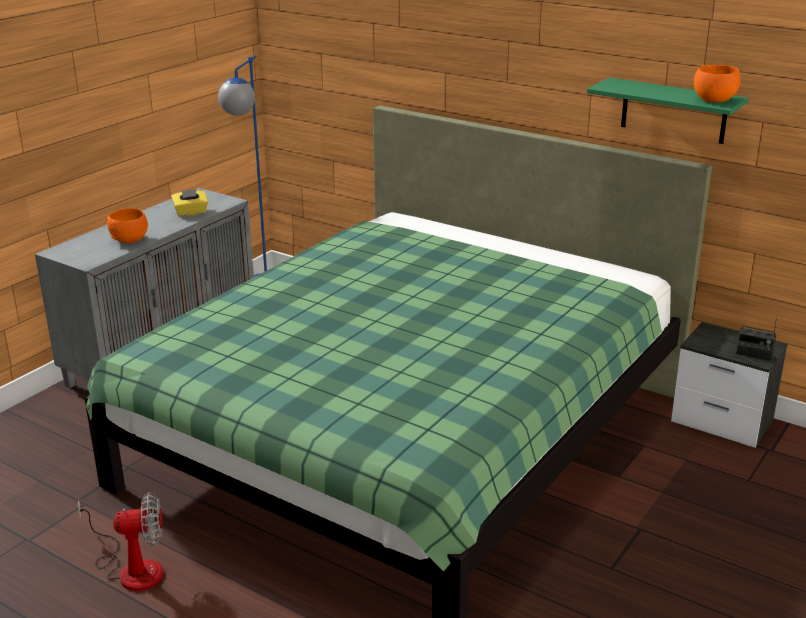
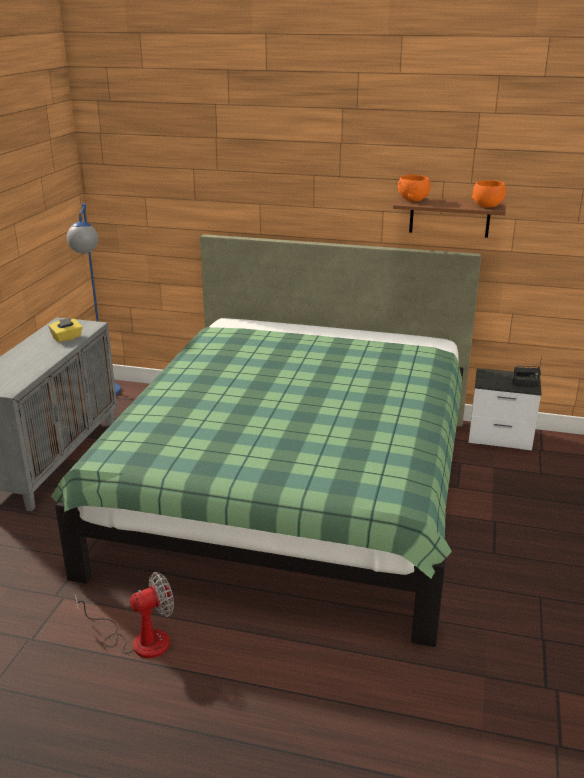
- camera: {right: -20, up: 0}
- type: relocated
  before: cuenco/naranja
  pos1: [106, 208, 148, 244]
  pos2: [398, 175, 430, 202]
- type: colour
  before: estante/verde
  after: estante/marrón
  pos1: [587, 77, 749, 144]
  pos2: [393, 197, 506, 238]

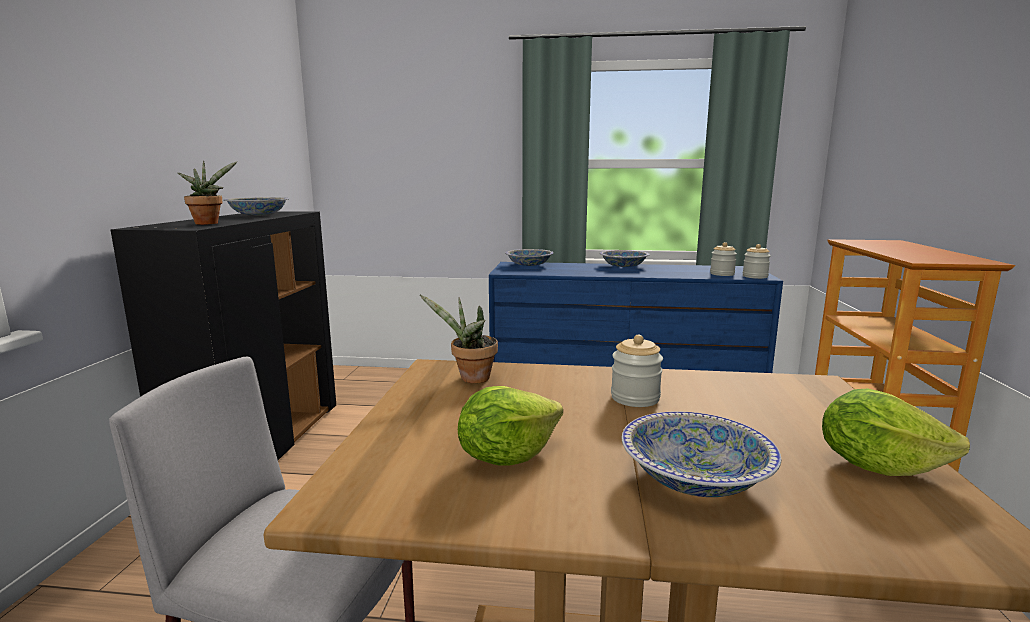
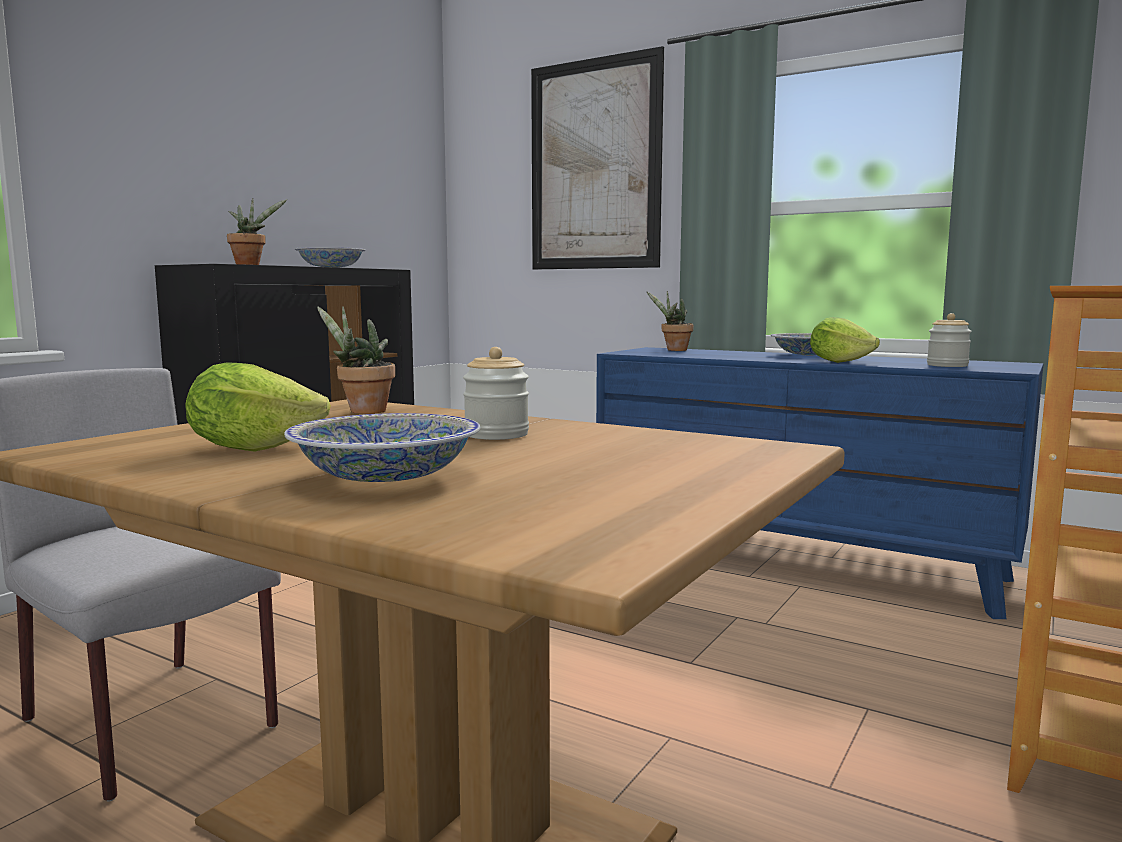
- camera: {right: 25, up: -5}
- type: missing
  before: tarro
  pos1: [743, 244, 771, 279]
- type: appeared
  after: cuadro
  pos2: [531, 46, 664, 270]
- type: relocated
  before: lechuga
  pos1: [822, 389, 970, 476]
  pos2: [810, 317, 880, 363]
- type: exchanged
  before: cuenco
  after: planta en maceta
  pos1: [505, 249, 553, 266]
  pos2: [647, 291, 694, 351]

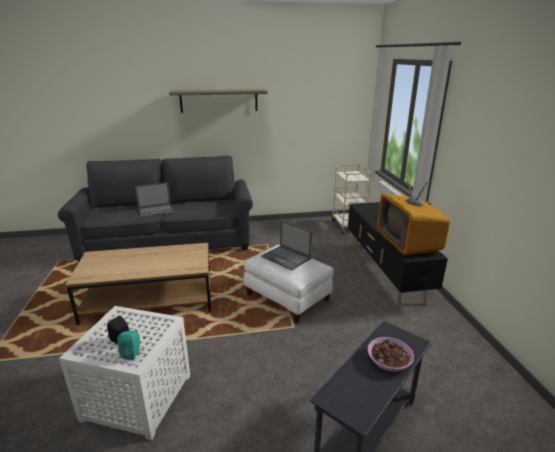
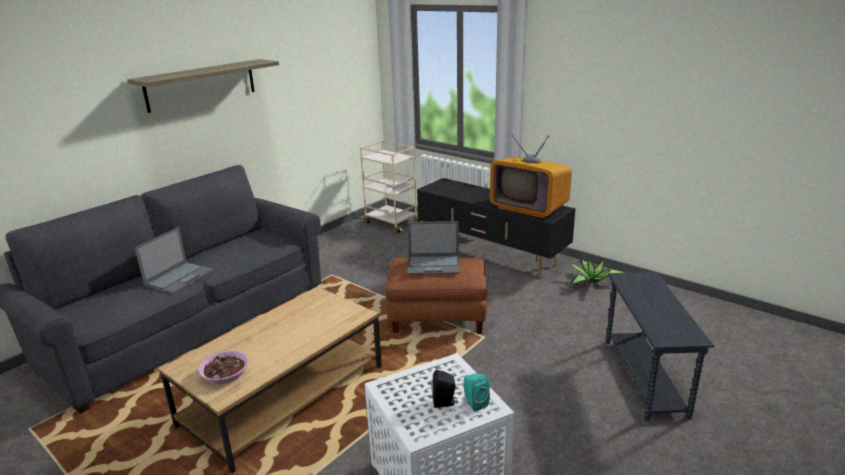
- camera: {right: -40, up: 0}
- type: appeared
  after: planta en maceta
  pos2: [570, 260, 625, 285]
- type: relocated
  before: cuenco
  pos1: [367, 337, 414, 372]
  pos2: [198, 351, 248, 384]
- type: colour
  before: puf/blanco
  after: puf/marrón
  pos1: [244, 245, 334, 324]
  pos2: [385, 258, 487, 334]

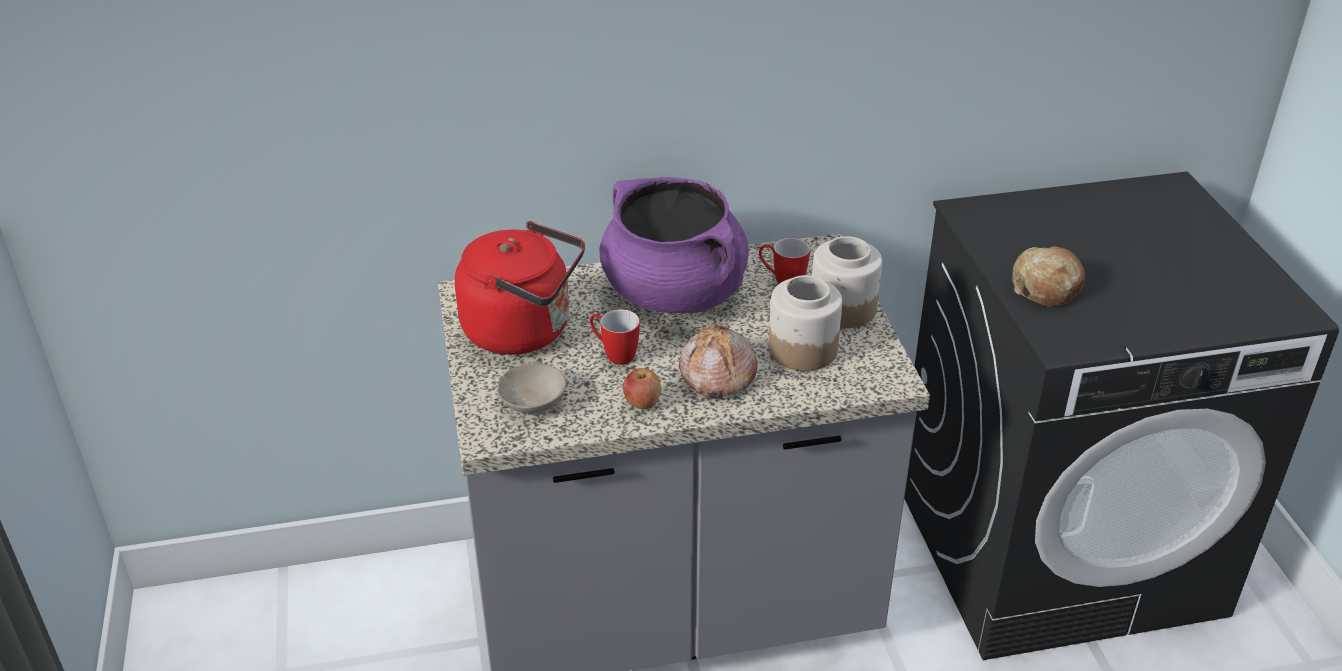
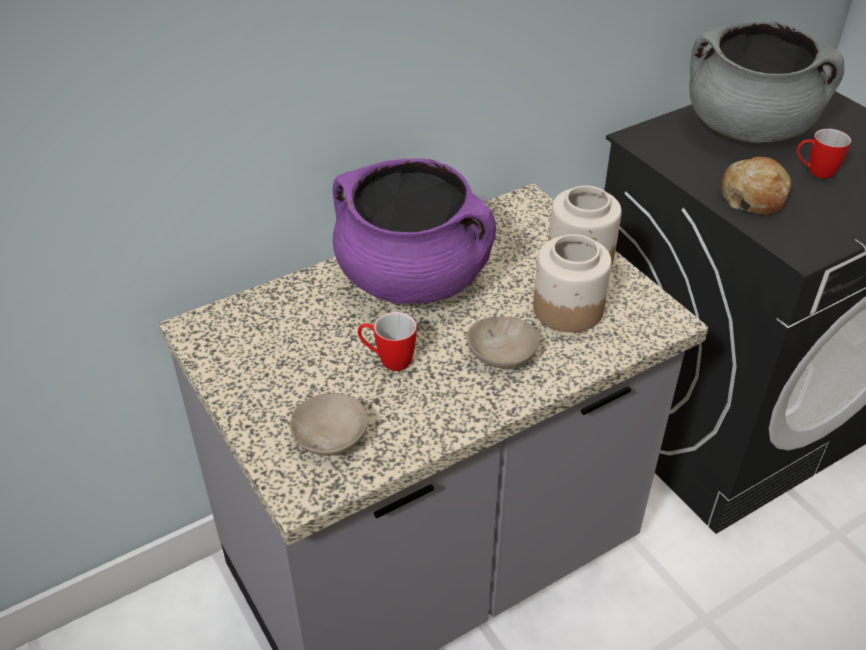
- camera: {right: -20, up: 5}
- type: missing
  before: hervidor/rojo
  pos1: [455, 221, 585, 355]
- type: missing
  before: manzana
  pos1: [623, 368, 661, 409]
- type: appeared
  after: olla/gris
  pos2: [689, 21, 844, 143]
- type: relocated
  before: taza grande
  pos1: [759, 238, 810, 284]
  pos2: [797, 129, 851, 179]
- type: exchanged
  before: pan
  after: cuenco/beis
  pos1: [679, 324, 757, 398]
  pos2: [467, 316, 539, 368]

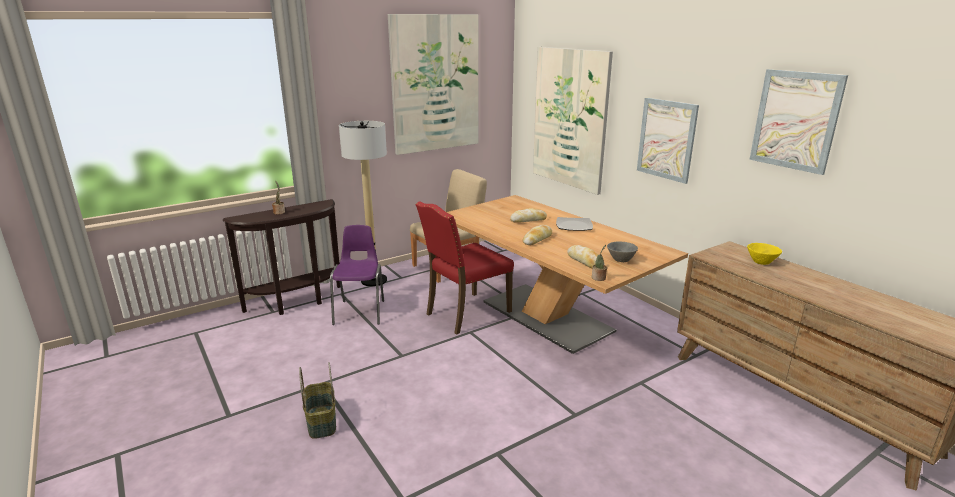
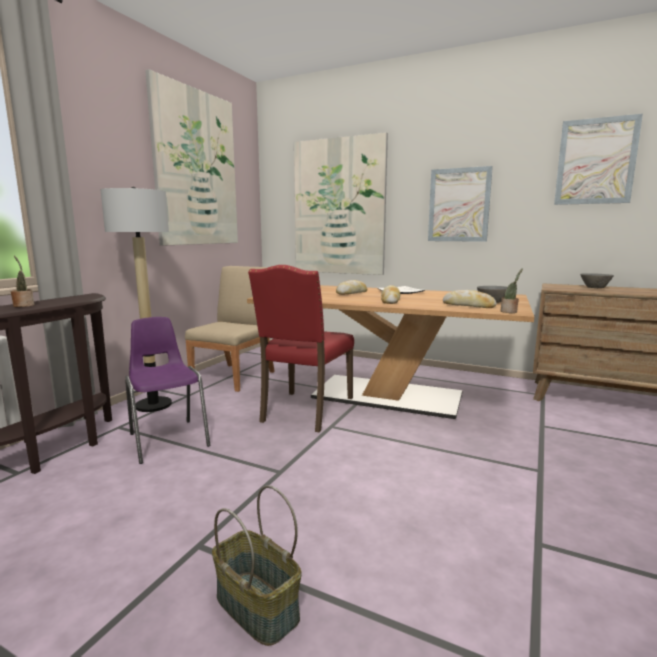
- camera: {right: -30, up: -10}
- type: colour
  before: cuenco/amarillo
  after: cuenco/gris
  pos1: [747, 243, 782, 265]
  pos2: [580, 273, 614, 288]

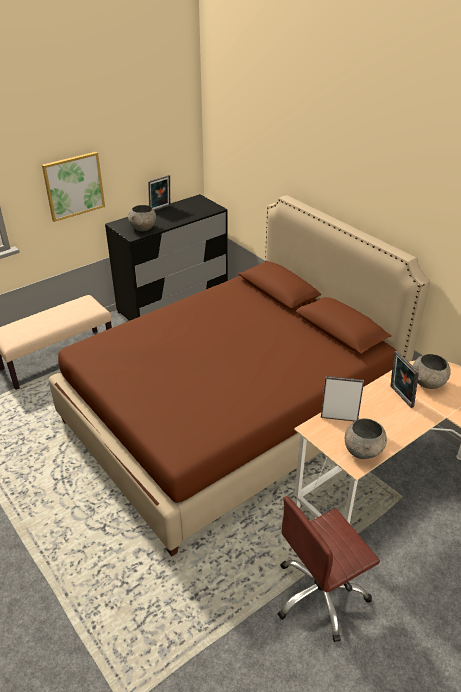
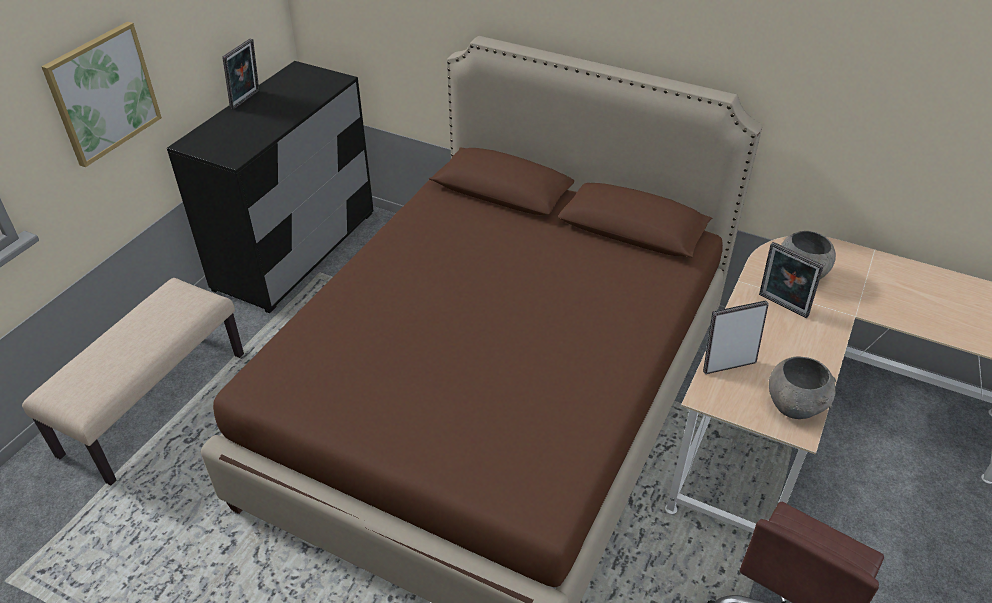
- camera: {right: -25, up: 5}
- type: missing
  before: cuenco/gris
  pos1: [128, 205, 156, 231]

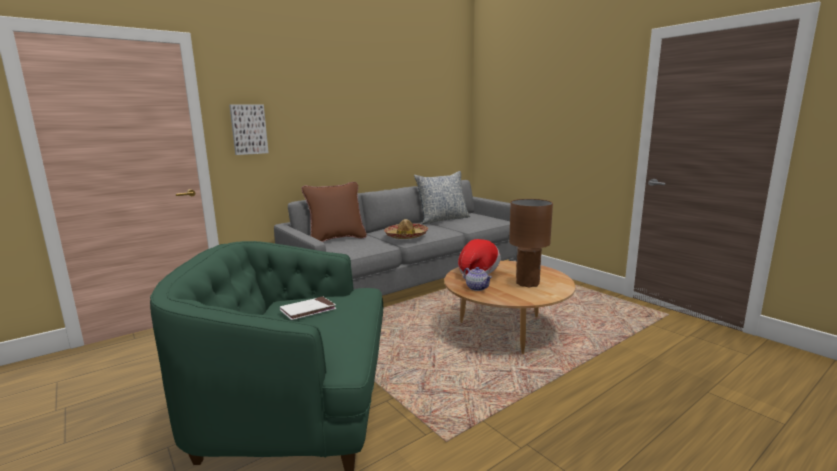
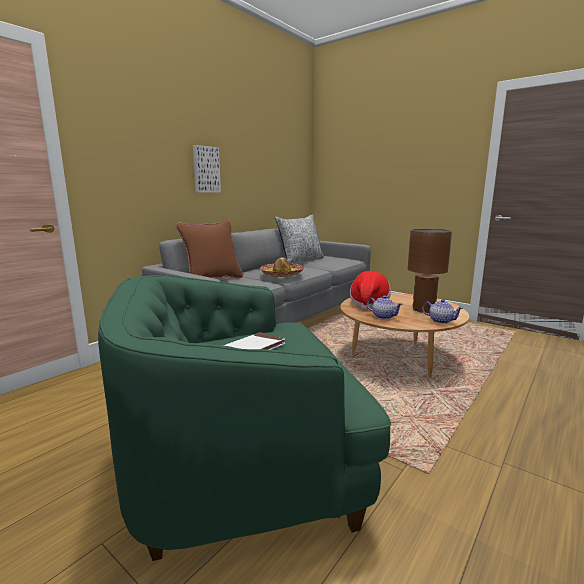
- camera: {right: -15, up: 0}
- type: appeared
  after: tetera
  pos2: [422, 299, 463, 324]
- type: relocated
  before: cuadro
  pos1: [229, 104, 269, 155]
  pos2: [193, 145, 221, 193]

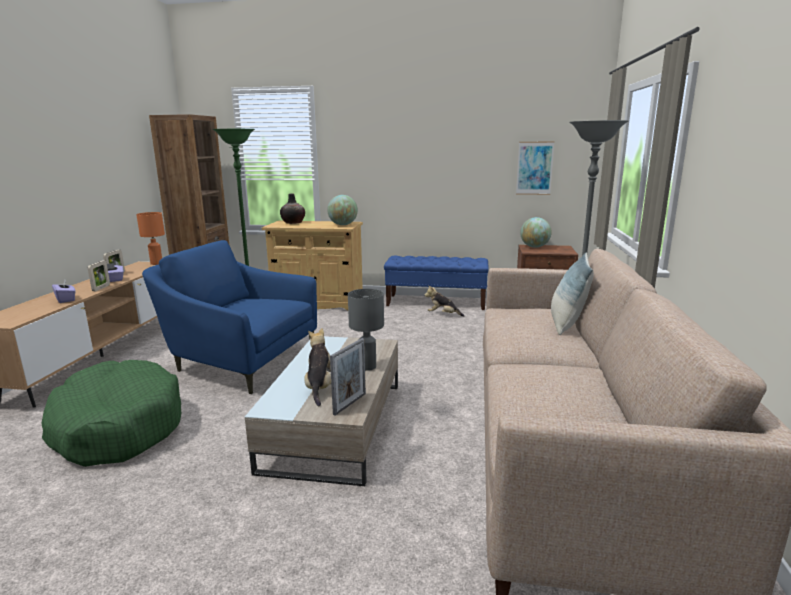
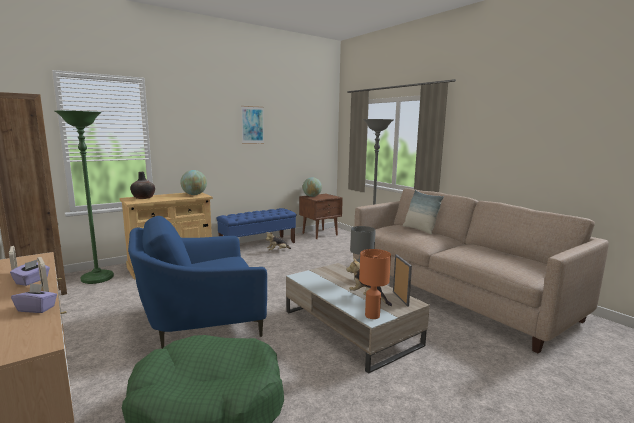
- camera: {right: -45, up: -5}
- type: relocated
  before: lámpara de mesa/naranja
  pos1: [136, 212, 165, 265]
  pos2: [359, 249, 391, 319]
- type: relocated
  before: cuadro
  pos1: [516, 141, 555, 195]
  pos2: [241, 106, 264, 144]

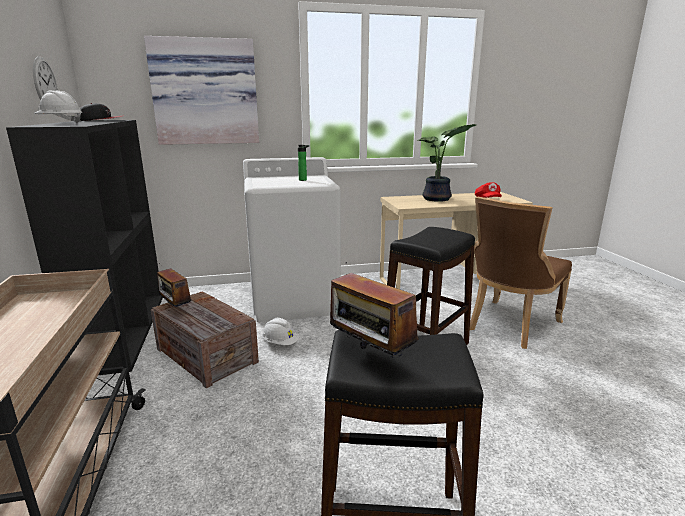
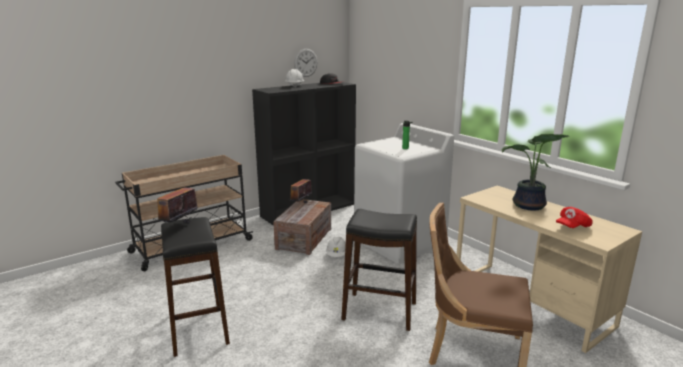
- camera: {right: 65, up: 0}
- type: missing
  before: cuadro
  pos1: [144, 36, 259, 145]

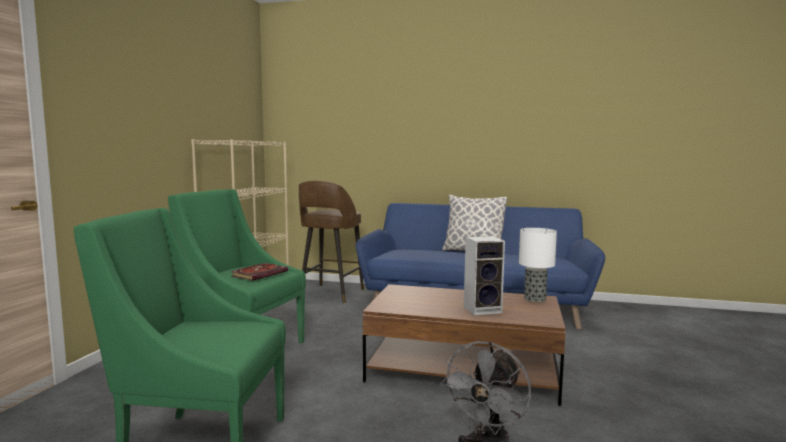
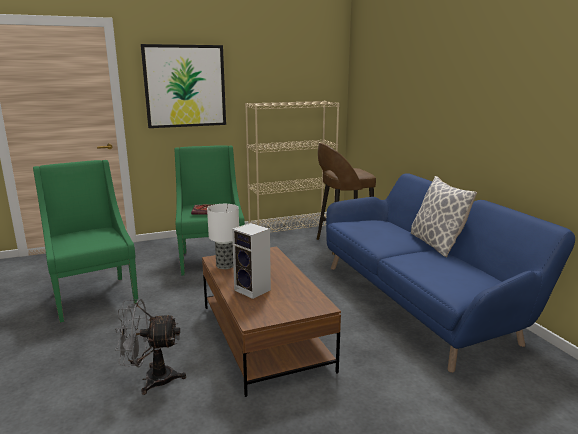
- camera: {right: 55, up: 10}
- type: appeared
  after: cuadro
  pos2: [141, 44, 226, 128]
- type: relocated
  before: lámpara de mesa
  pos1: [519, 228, 557, 302]
  pos2: [207, 204, 239, 269]

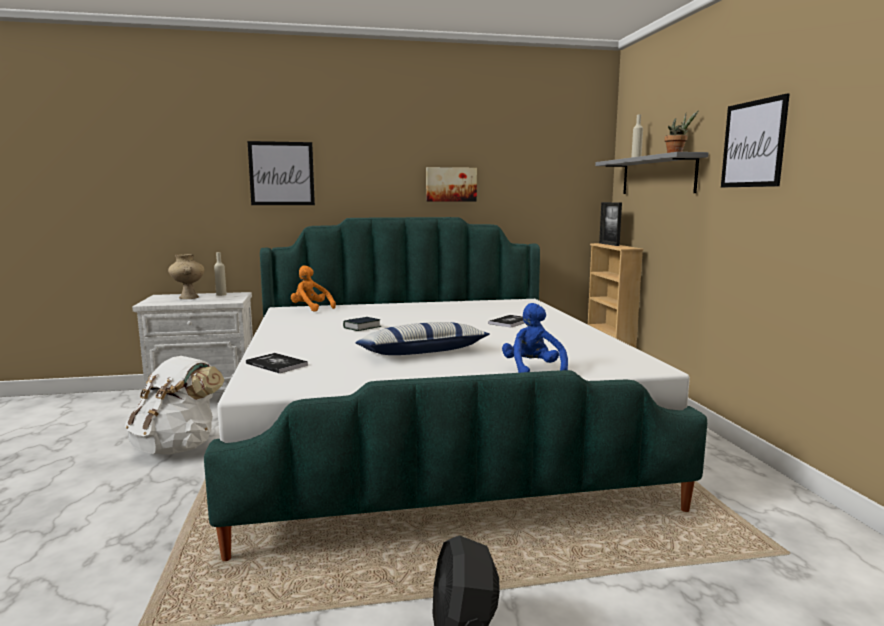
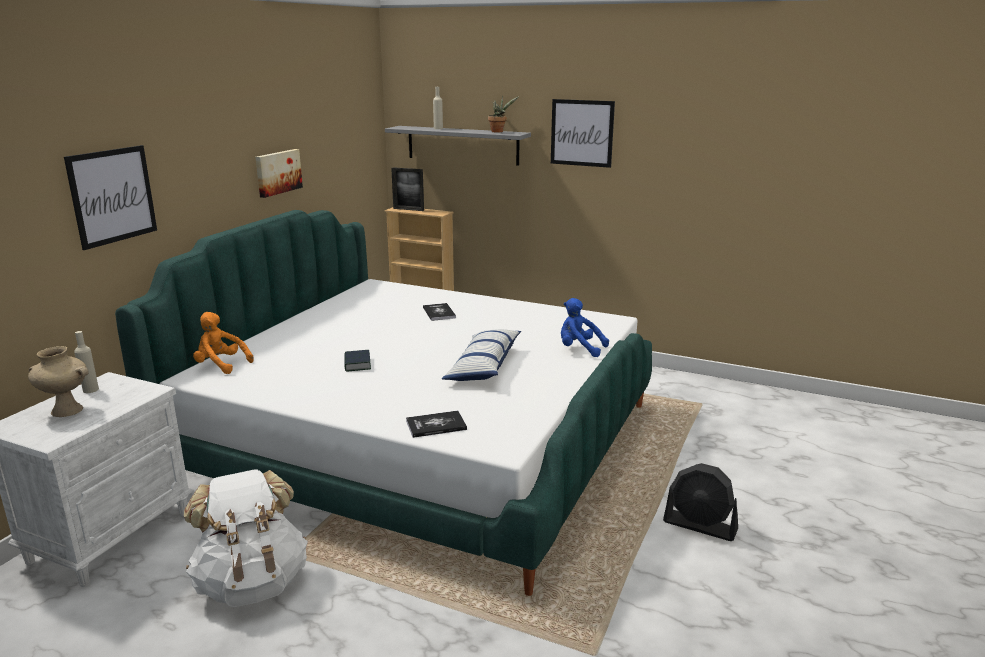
- camera: {right: -55, up: 10}
- type: spun
  before: peluche/naranja
  pos1: [291, 265, 336, 312]
  pos2: [193, 312, 254, 374]
  turn: 45

